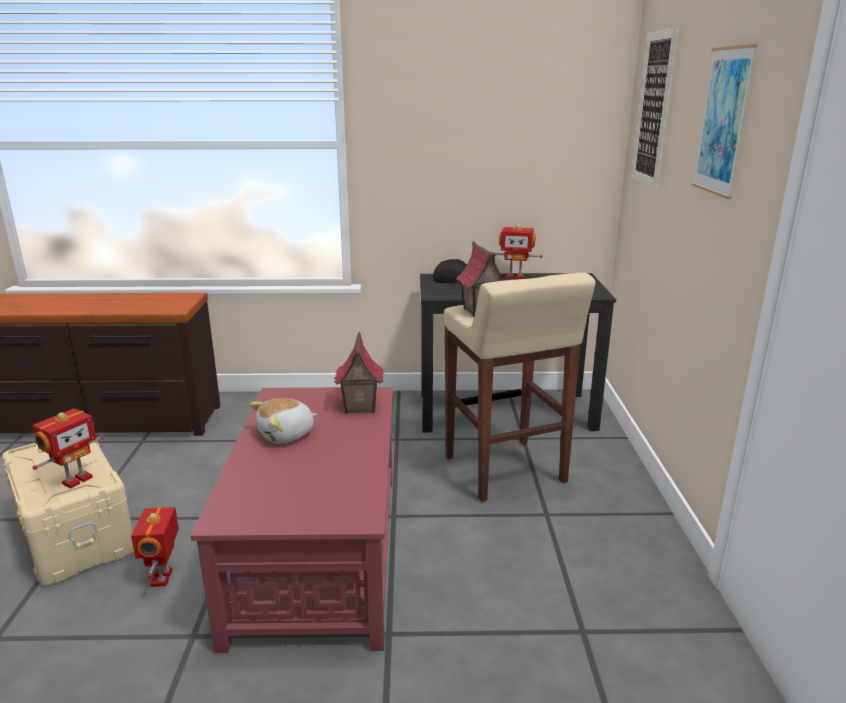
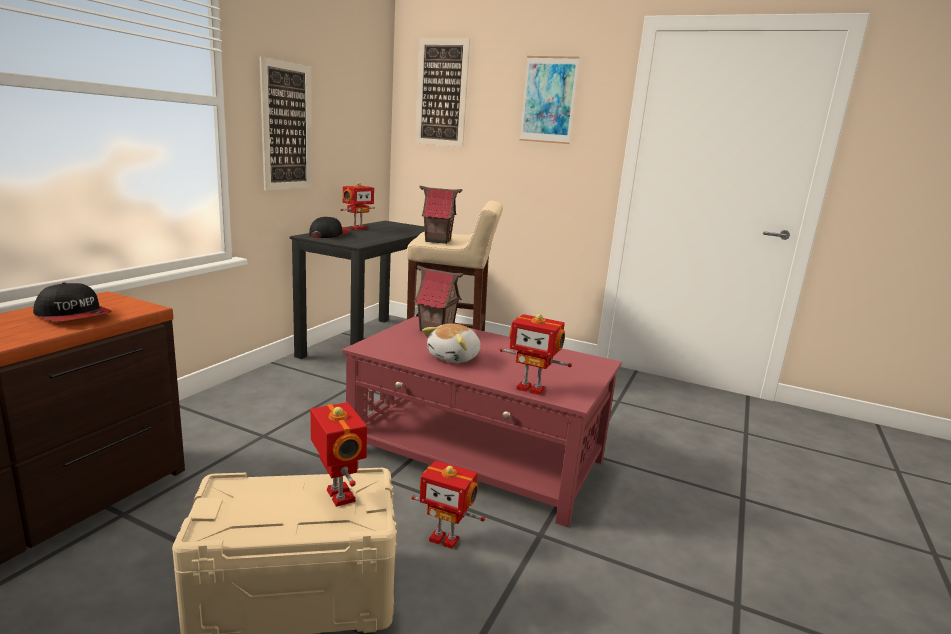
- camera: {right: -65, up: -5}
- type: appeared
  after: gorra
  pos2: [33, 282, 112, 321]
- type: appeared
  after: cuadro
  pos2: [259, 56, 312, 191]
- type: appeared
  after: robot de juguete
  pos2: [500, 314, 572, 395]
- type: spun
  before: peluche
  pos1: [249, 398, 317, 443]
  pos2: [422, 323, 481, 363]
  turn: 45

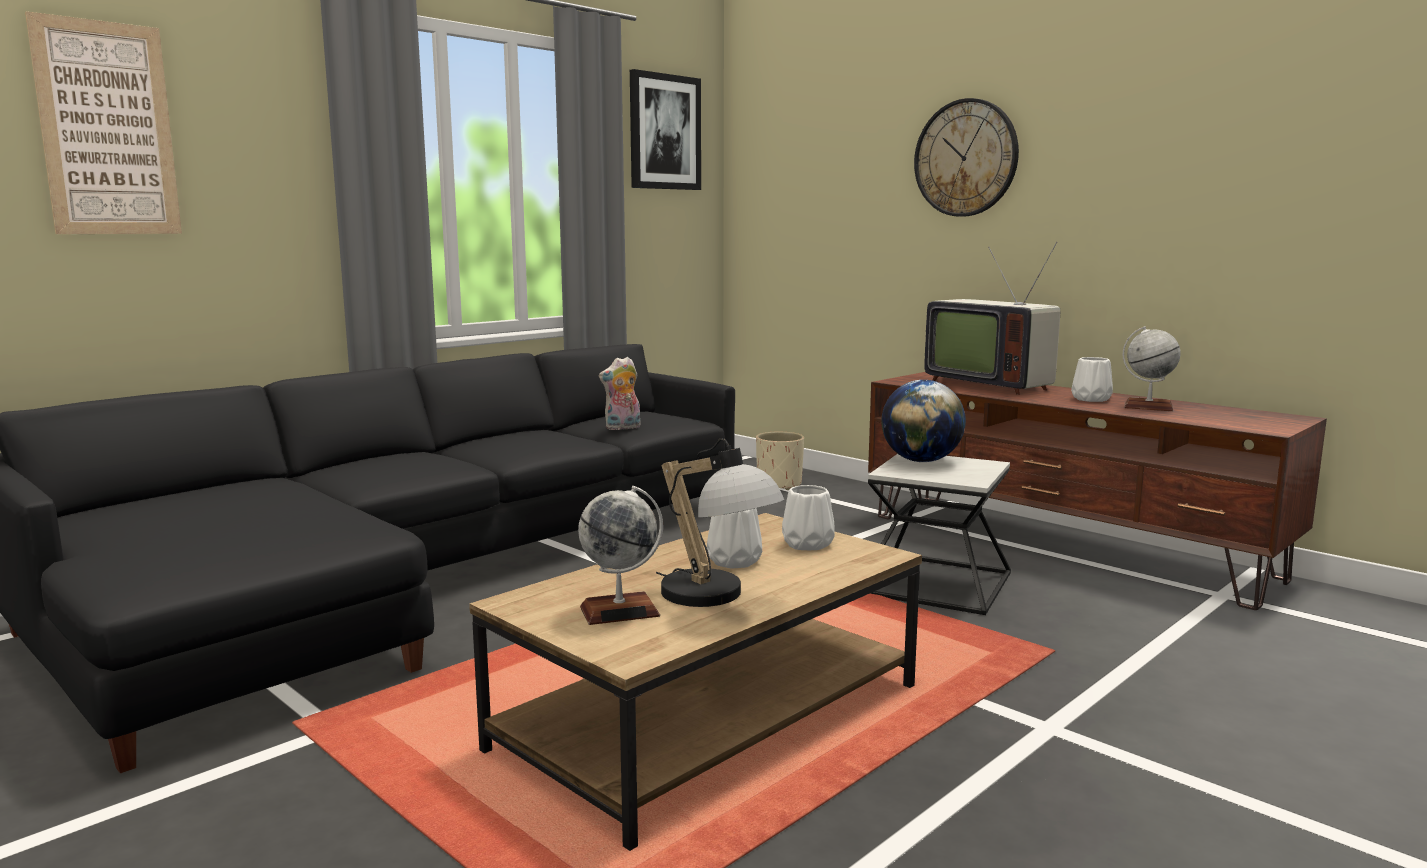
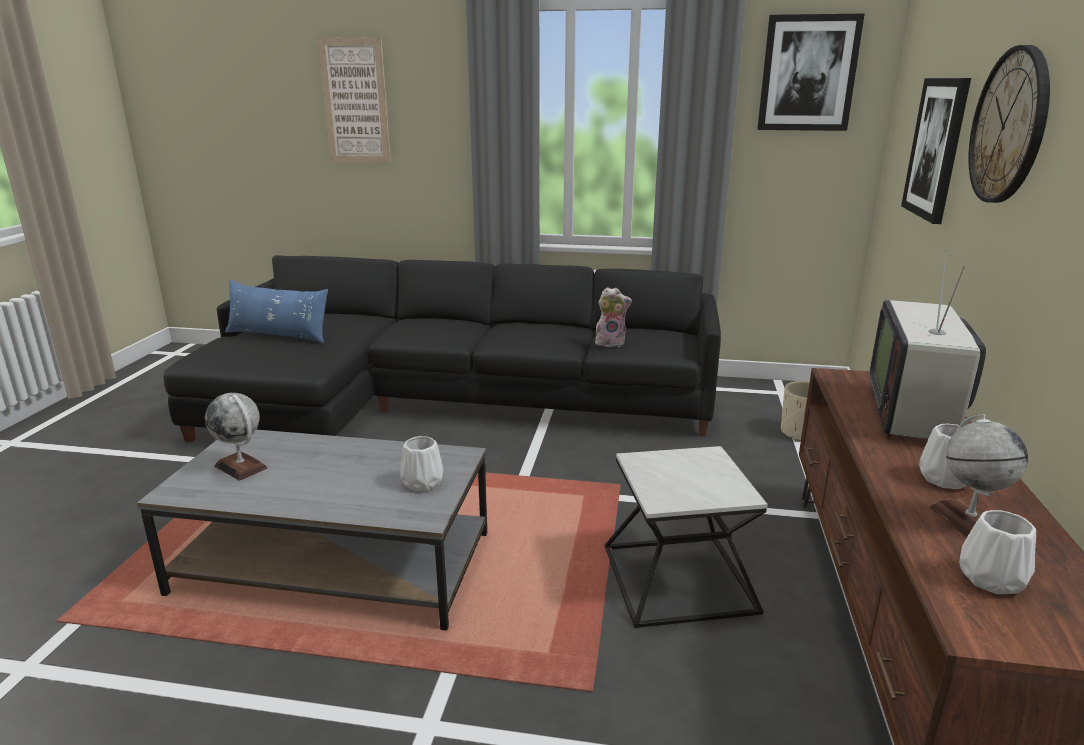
- camera: {right: 55, up: 10}
- type: missing
  before: lámpara de mesa
  pos1: [656, 438, 784, 607]
- type: missing
  before: globo terráqueo
  pos1: [881, 380, 966, 462]
- type: appeared
  after: cojín/azul
  pos2: [225, 279, 328, 343]
- type: appeared
  after: cuadro
  pos2: [901, 78, 971, 224]
- type: relocated
  before: florero/blanco
  pos1: [707, 508, 762, 569]
  pos2: [959, 510, 1036, 594]
- type: colour
  before: mesa de centro/marrón
  after: mesa de centro/gris
  pos1: [469, 513, 922, 851]
  pos2: [137, 430, 487, 631]
- type: spun
  before: peluche
  pos1: [599, 357, 641, 430]
  pos2: [595, 287, 632, 347]
  turn: 150

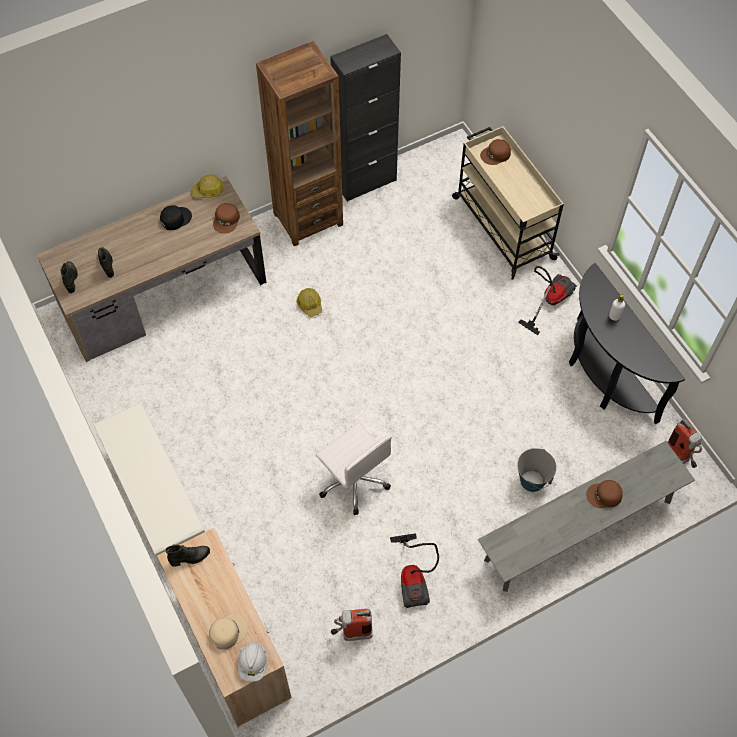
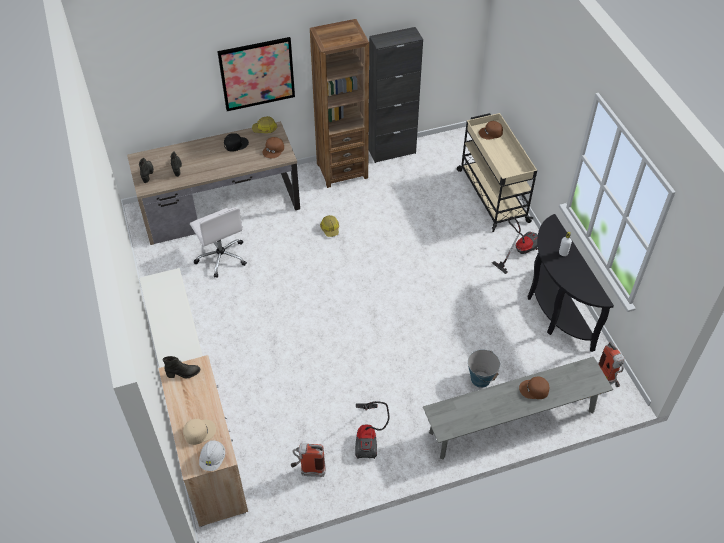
- camera: {right: 10, up: -10}
- type: appeared
  after: cuadro
  pos2: [217, 37, 295, 111]
- type: relocated
  before: silla de oficina/blanco
  pos1: [316, 422, 392, 515]
  pos2: [190, 207, 247, 278]

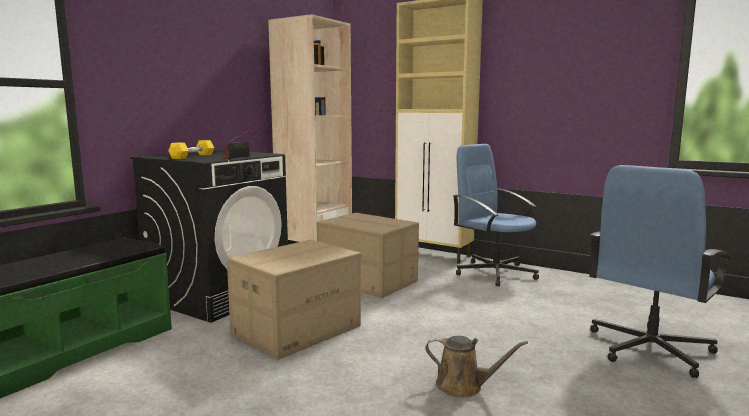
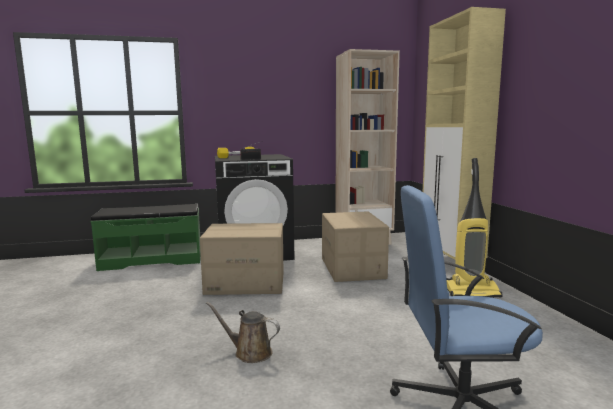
- camera: {right: 45, up: 0}
- type: exchanged
  before: silla de oficina/azul
  after: aspiradora
  pos1: [453, 144, 539, 286]
  pos2: [446, 158, 503, 298]
- type: spun
  before: regadera/marrón
  pos1: [425, 336, 528, 398]
  pos2: [206, 302, 280, 363]
  turn: 135

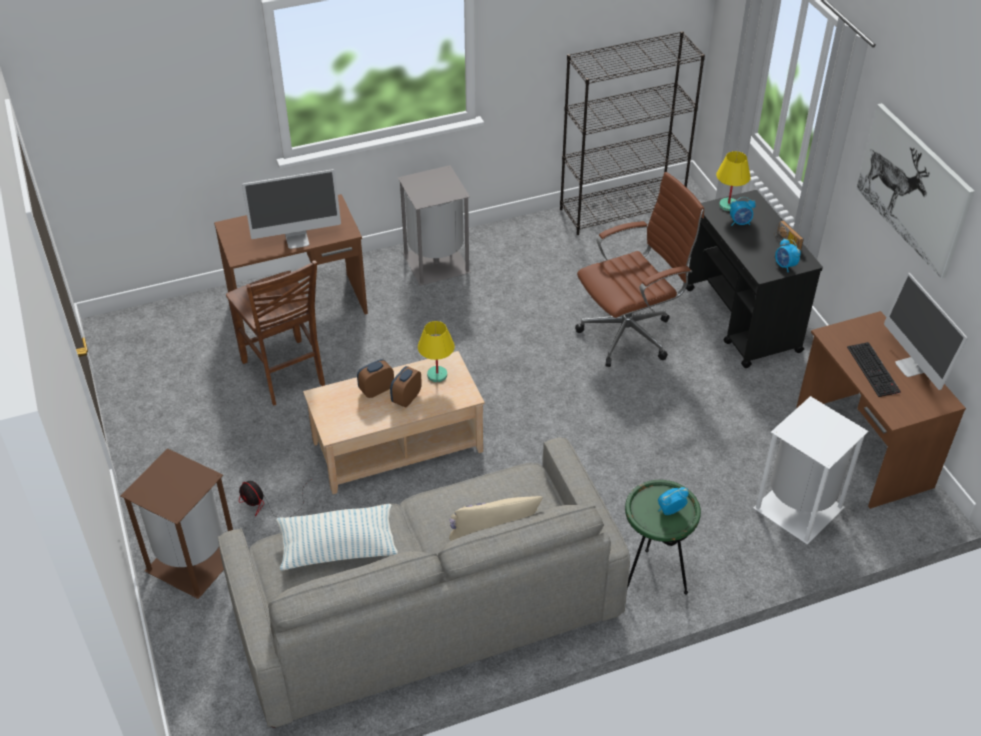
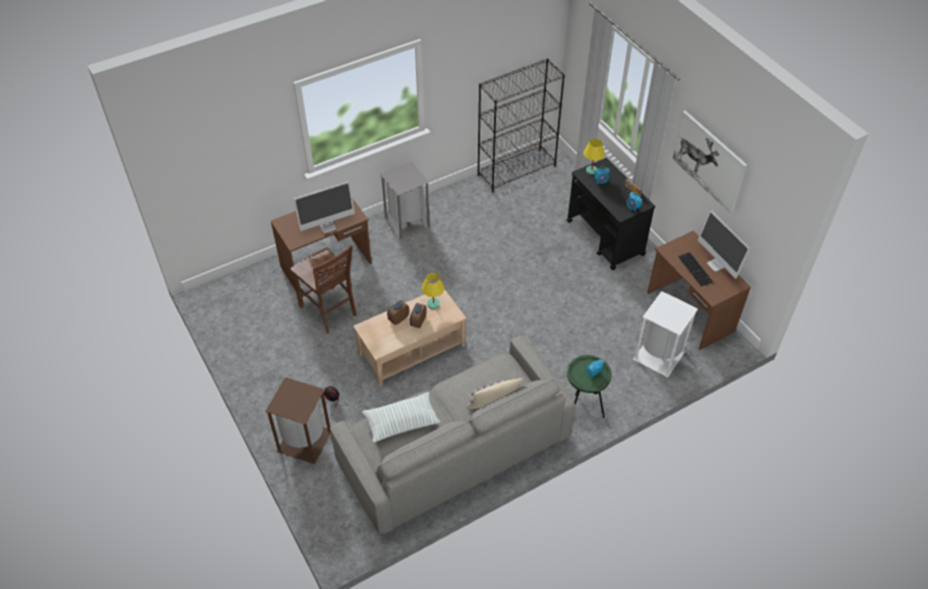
- camera: {right: -10, up: 5}
- type: missing
  before: silla de oficina/marrón
  pos1: [575, 172, 704, 367]

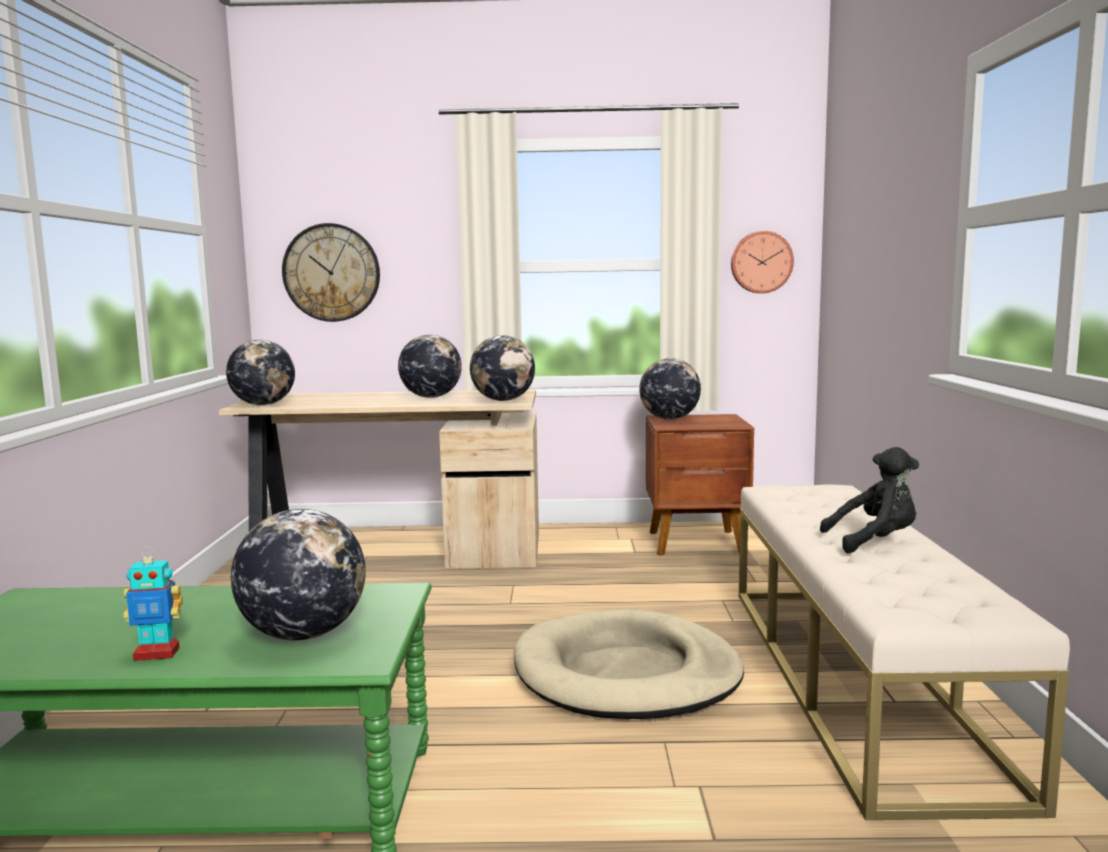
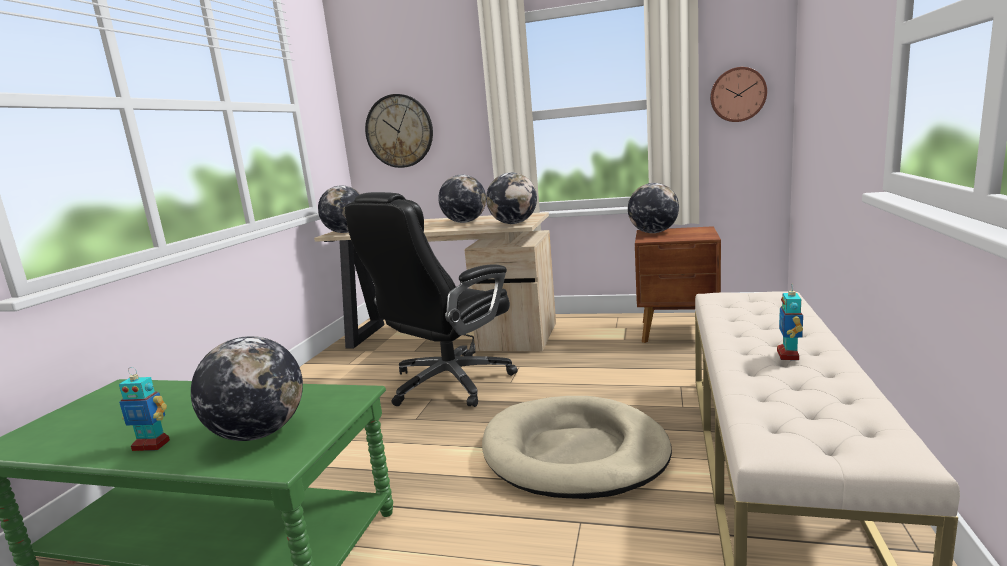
- camera: {right: 15, up: 5}
- type: appeared
  after: silla de oficina/negro
  pos2: [345, 192, 518, 407]
- type: exchanged
  before: peluche/negro
  after: robot de juguete
  pos1: [820, 447, 919, 554]
  pos2: [777, 284, 803, 360]

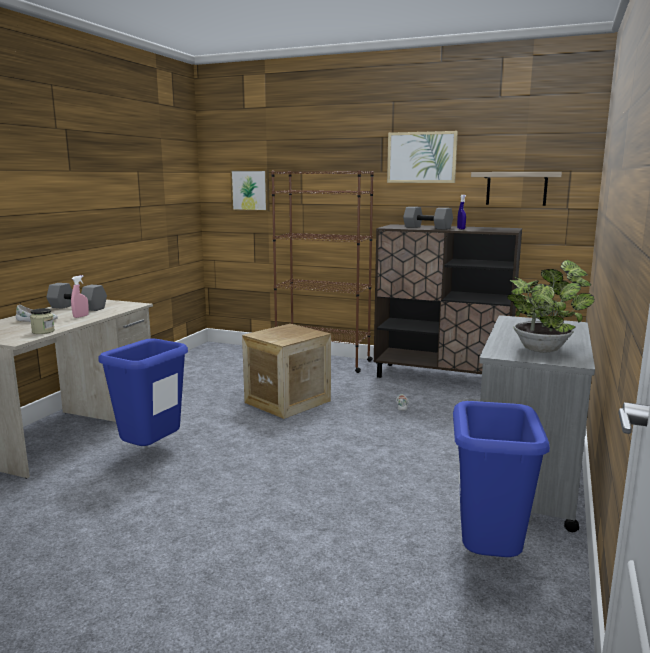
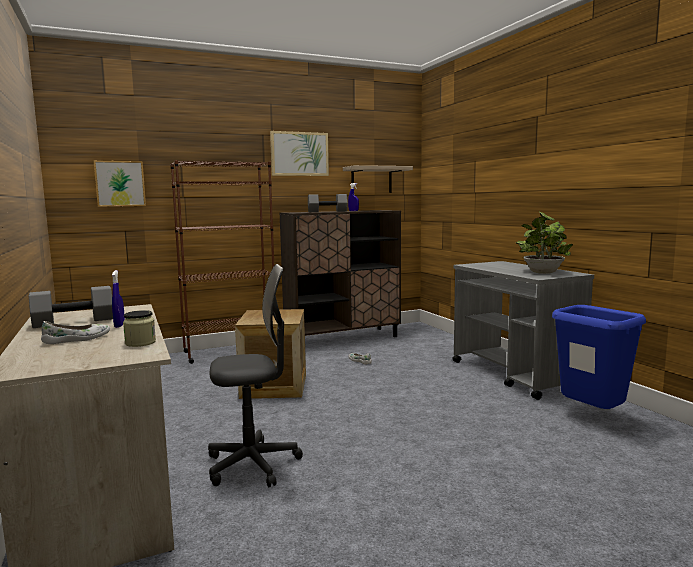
- camera: {right: -45, up: -5}
- type: exchanged
  before: papelera/azul
  after: silla de oficina/gris
  pos1: [98, 339, 188, 446]
  pos2: [208, 264, 303, 487]
- type: colour
  before: pulverizador/rosa
  after: pulverizador/azul
  pos1: [71, 275, 89, 318]
  pos2: [112, 270, 125, 328]

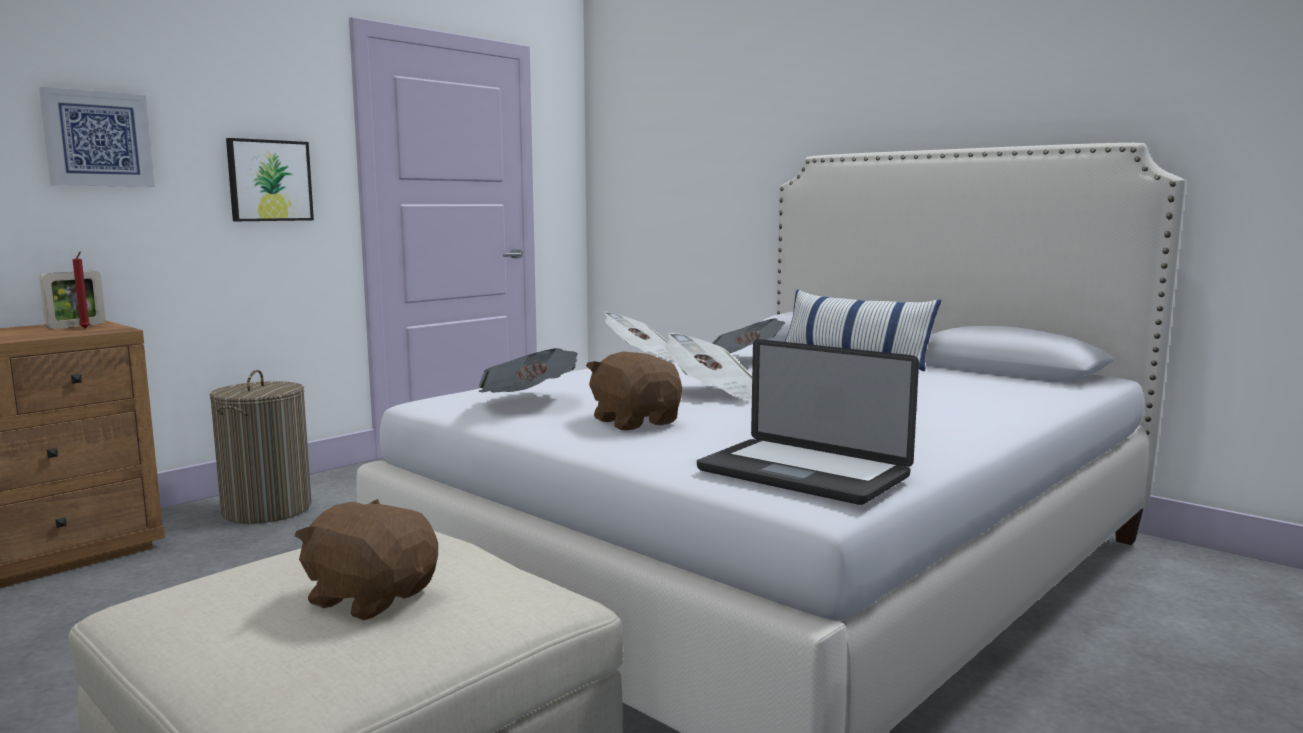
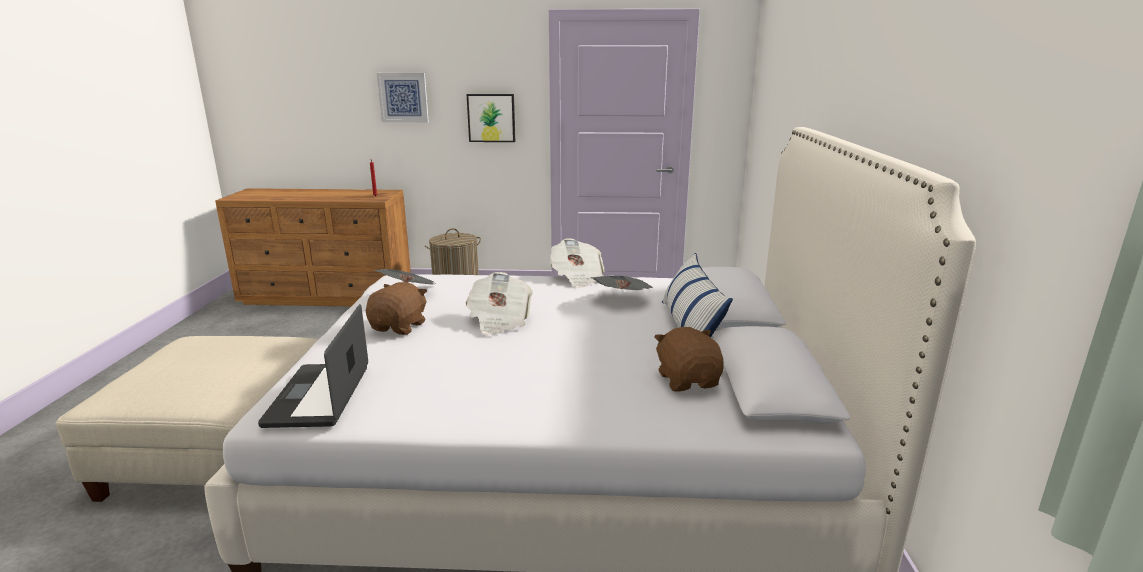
- camera: {right: 50, up: 10}
- type: missing
  before: portarretratos
  pos1: [39, 271, 106, 329]
- type: relocated
  before: peluche/marrón
  pos1: [295, 499, 438, 620]
  pos2: [654, 327, 724, 392]

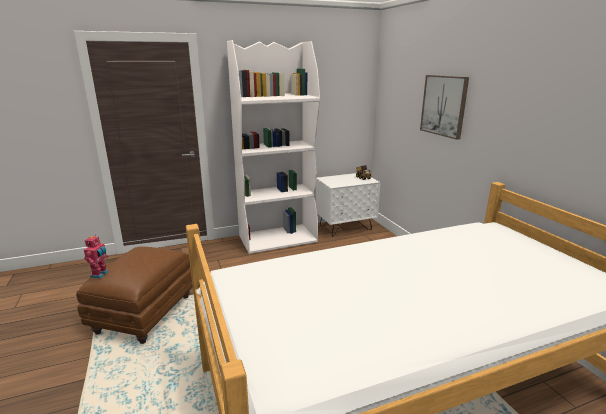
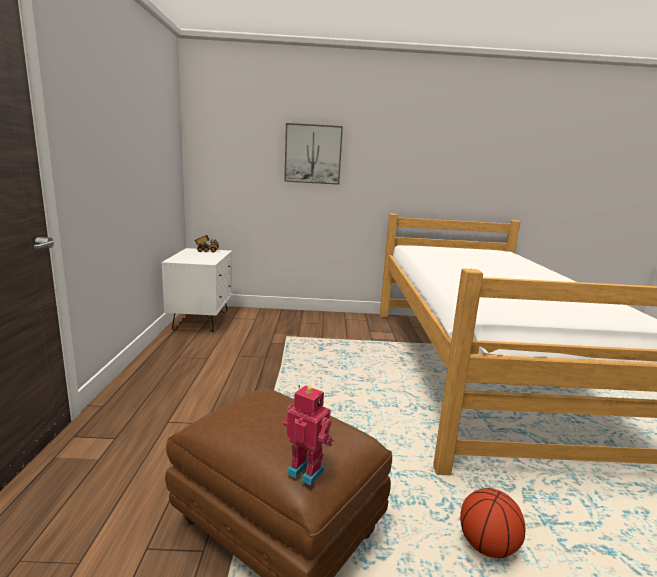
- camera: {right: -70, up: -5}
- type: missing
  before: estantería/blanco
  pos1: [227, 40, 320, 254]
- type: appeared
  after: balón de baloncesto
  pos2: [460, 488, 525, 558]

